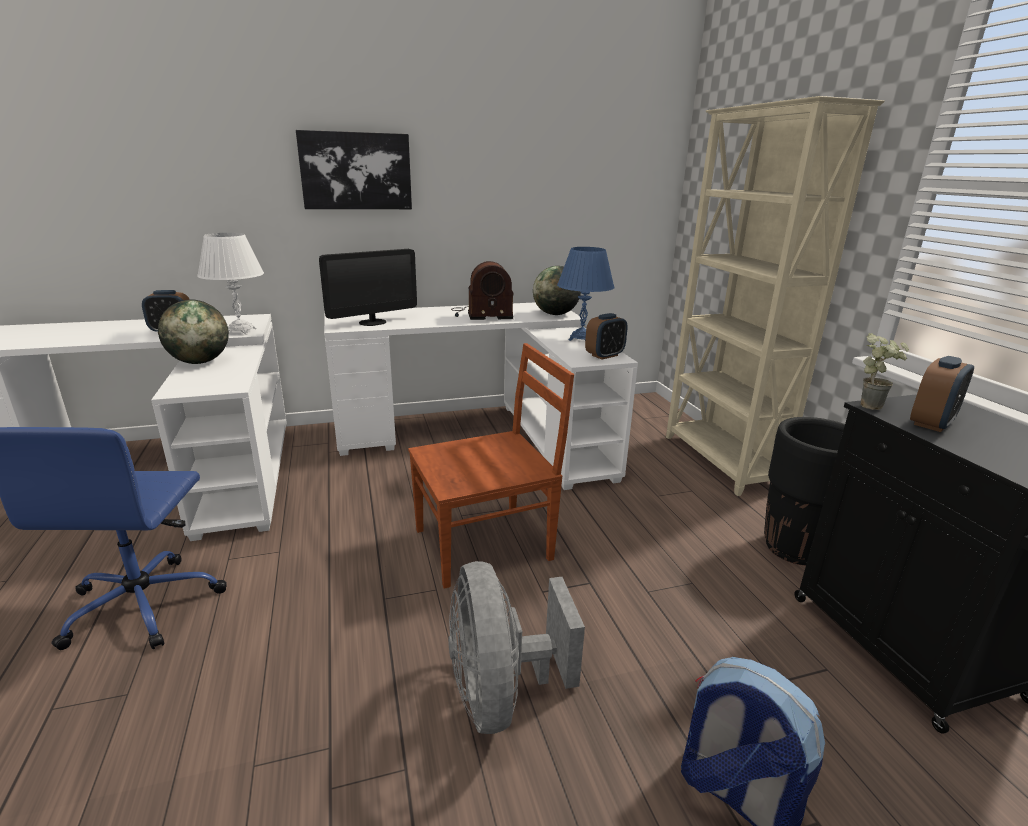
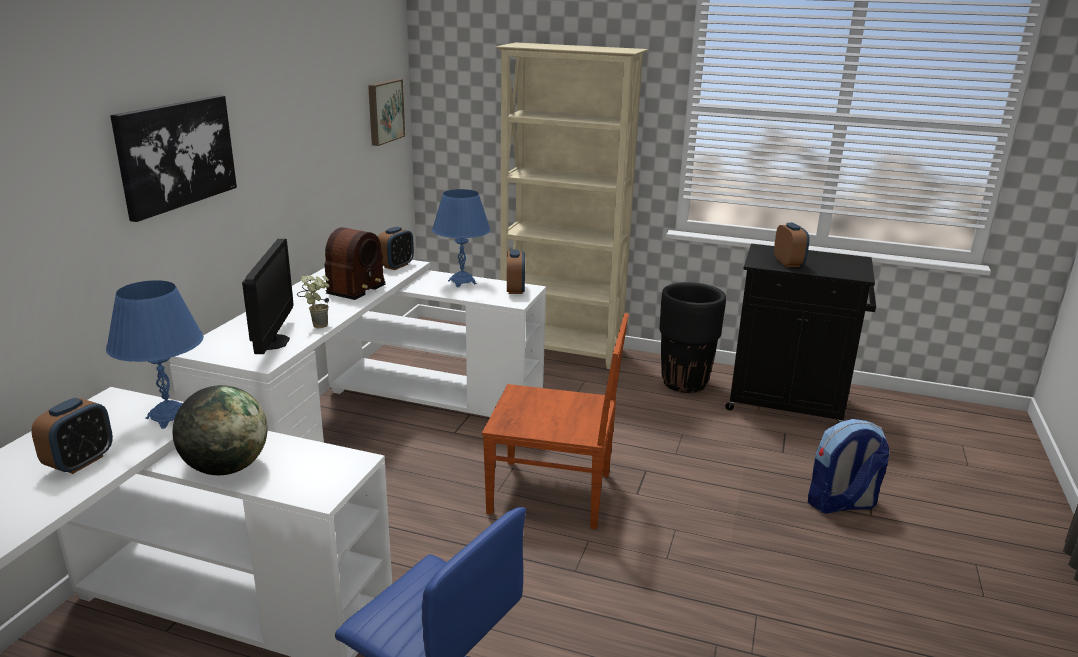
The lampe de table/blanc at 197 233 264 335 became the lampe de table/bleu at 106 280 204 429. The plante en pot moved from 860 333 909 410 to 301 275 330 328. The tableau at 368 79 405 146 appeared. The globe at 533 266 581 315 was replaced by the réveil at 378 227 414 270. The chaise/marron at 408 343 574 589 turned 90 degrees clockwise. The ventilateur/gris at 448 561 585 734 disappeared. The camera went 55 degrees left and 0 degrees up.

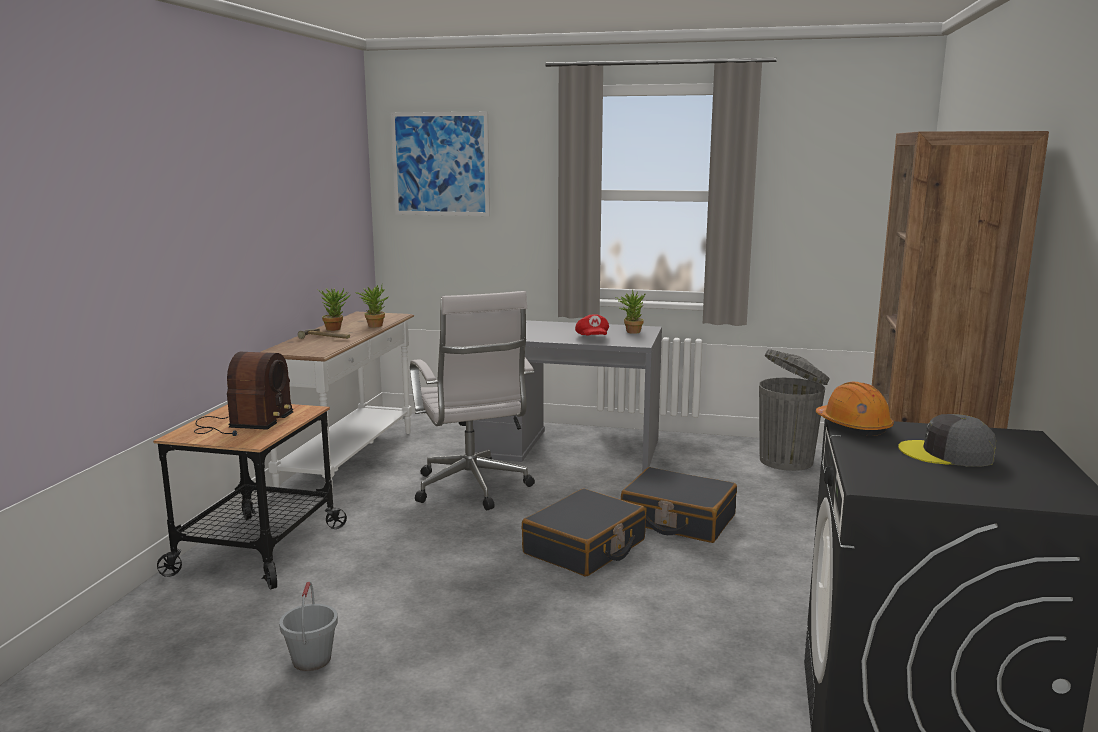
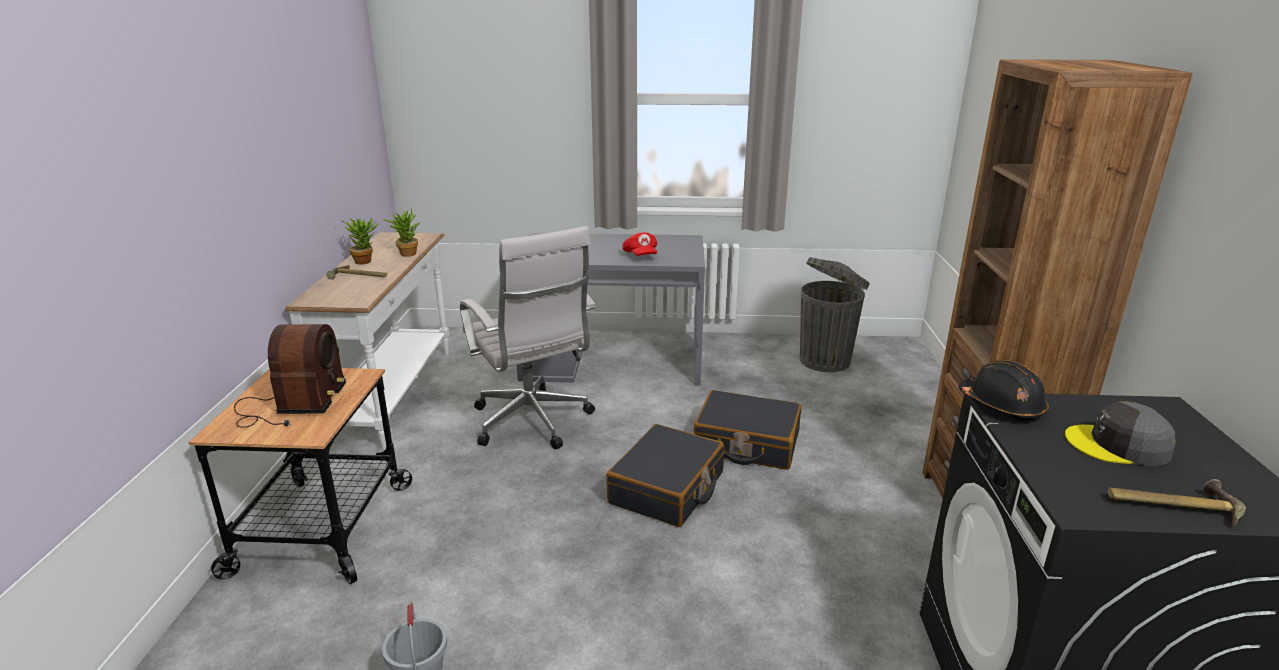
The casque de chantier/orange at 816 382 894 436 became the casque de chantier/noir at 959 360 1049 421. The marteau at 1108 479 1246 526 appeared. The tableau at 391 112 490 216 disappeared. The plante en pot at 615 289 646 334 disappeared. The camera went 10 degrees left and 10 degrees up.

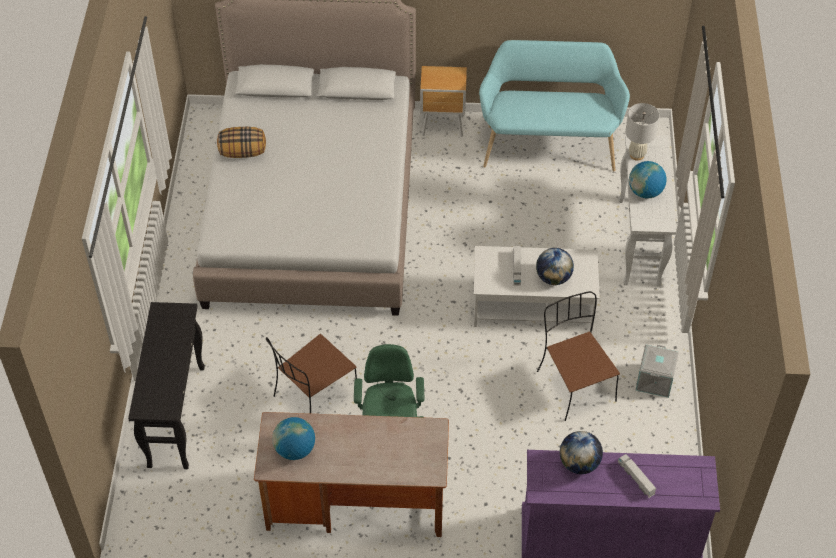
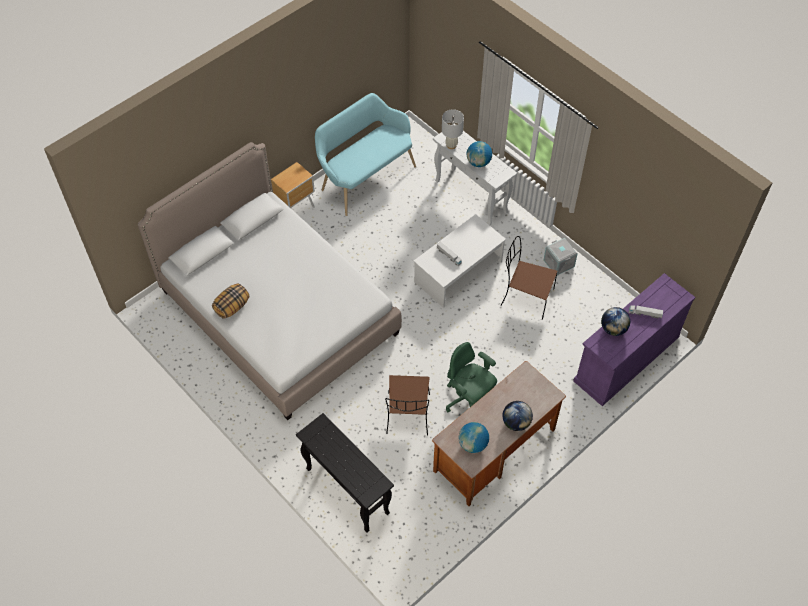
The globe moved from 536 248 574 285 to 502 401 533 431. The camera went 45 degrees left and 5 degrees up.

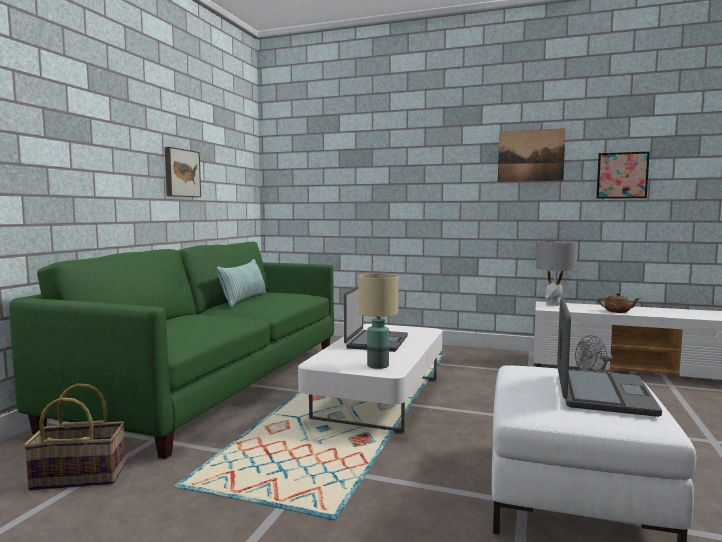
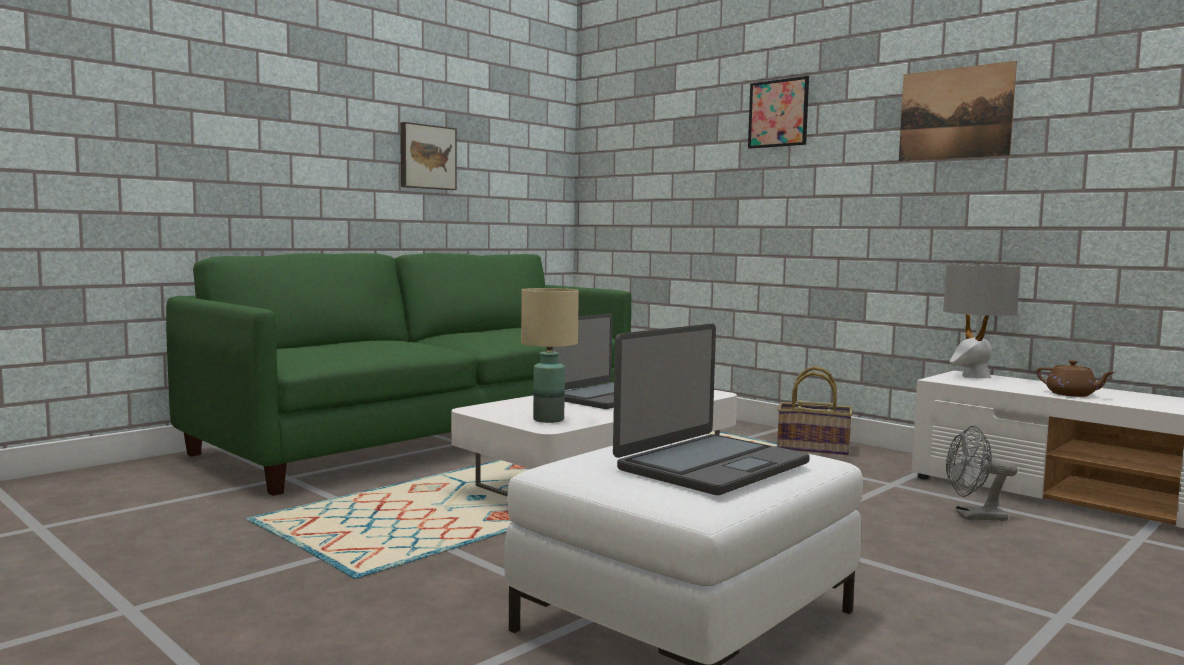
The tableau moved from 596 152 650 199 to 748 76 809 149. The panier moved from 23 383 126 490 to 777 366 852 455. The coussin at 216 259 266 307 disappeared. The camera went 25 degrees right and 0 degrees up.

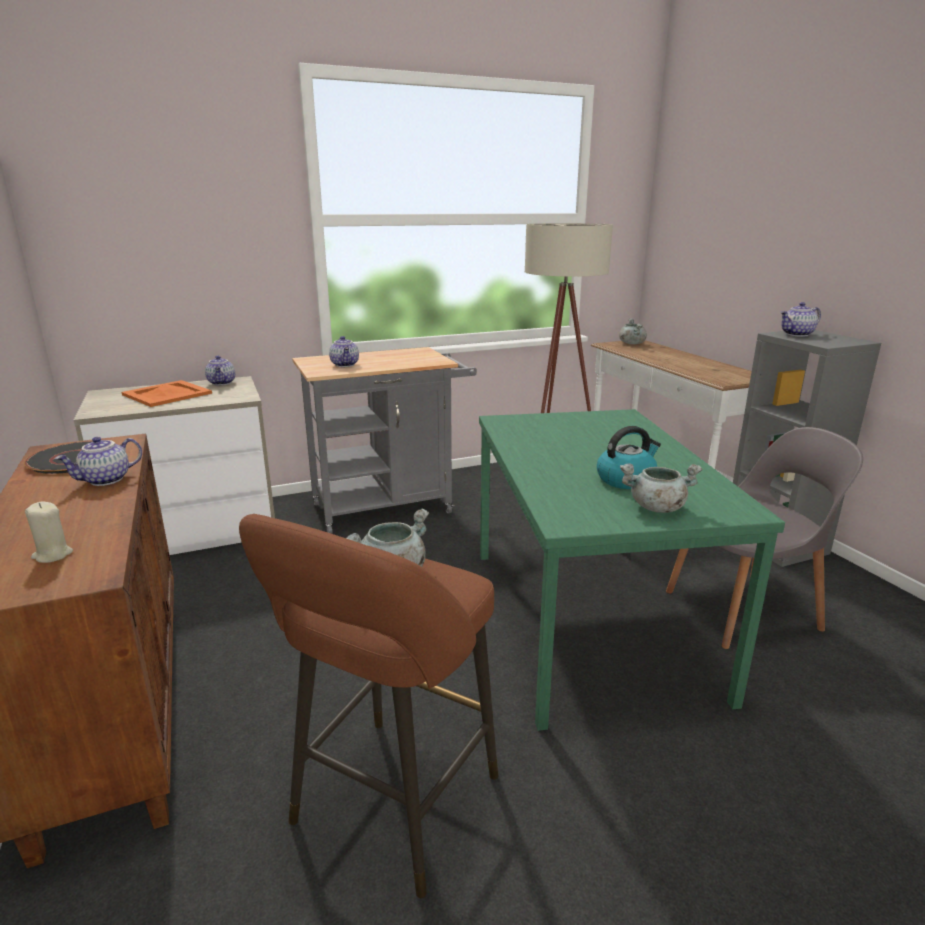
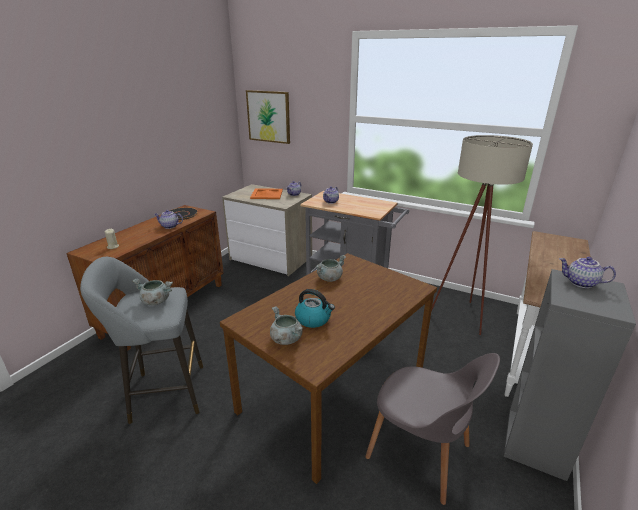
The tabouret/marron at 239 514 498 898 became the tabouret/gris at 80 257 203 424. The table à manger/vert at 479 409 785 731 became the table à manger/marron at 220 253 437 484. The tableau at 246 90 290 144 appeared. The marmite/gris moved from 619 318 647 344 to 315 255 346 282. The camera went 50 degrees right and 5 degrees up.

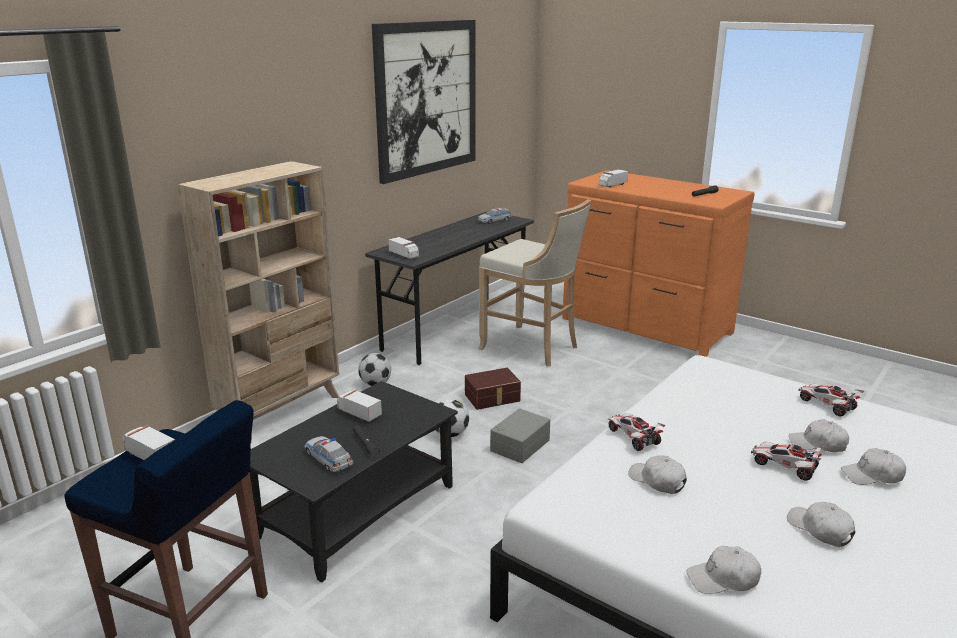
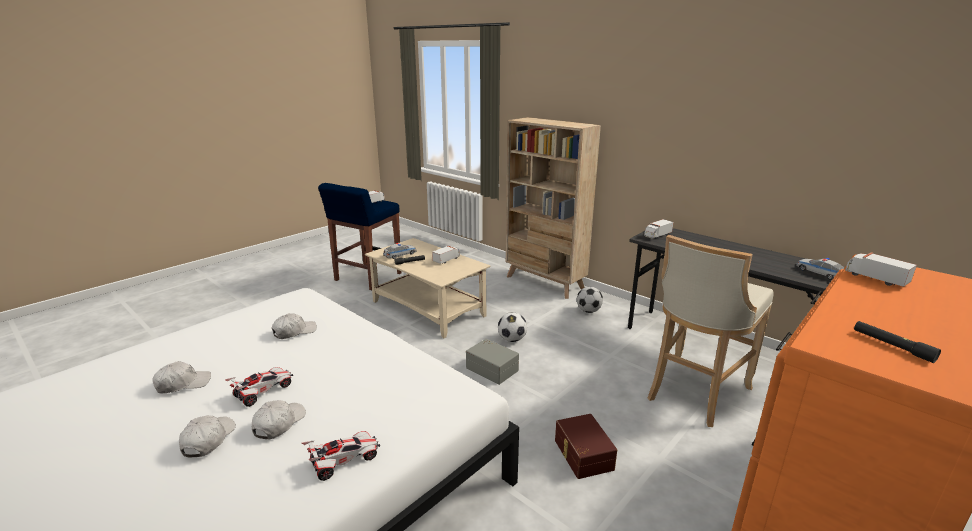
The table basse/noir at 249 381 458 583 became the table basse/beige at 365 238 490 338. The boîte de rangement/marron moved from 465 368 521 410 to 555 414 617 479. The tableau at 372 20 476 184 disappeared. The petite voiture at 608 413 665 451 disappeared. The casquette/blanc at 687 546 761 594 disappeared. The camera went 95 degrees right and 0 degrees up.

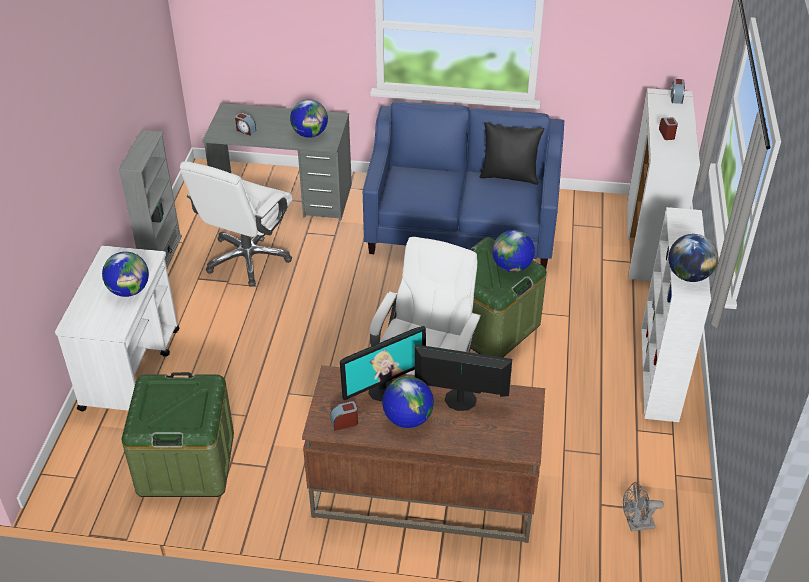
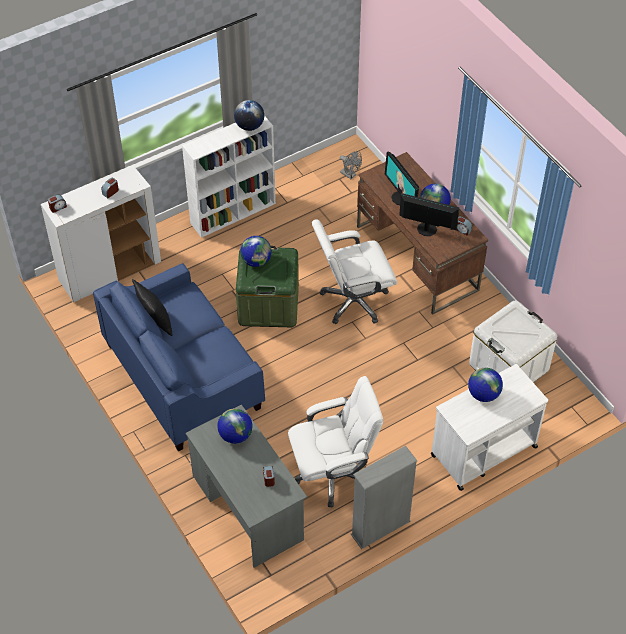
The boîte de rangement/vert at 122 372 234 497 became the boîte de rangement/blanc at 469 301 557 382. The camera went 130 degrees left and 10 degrees up.

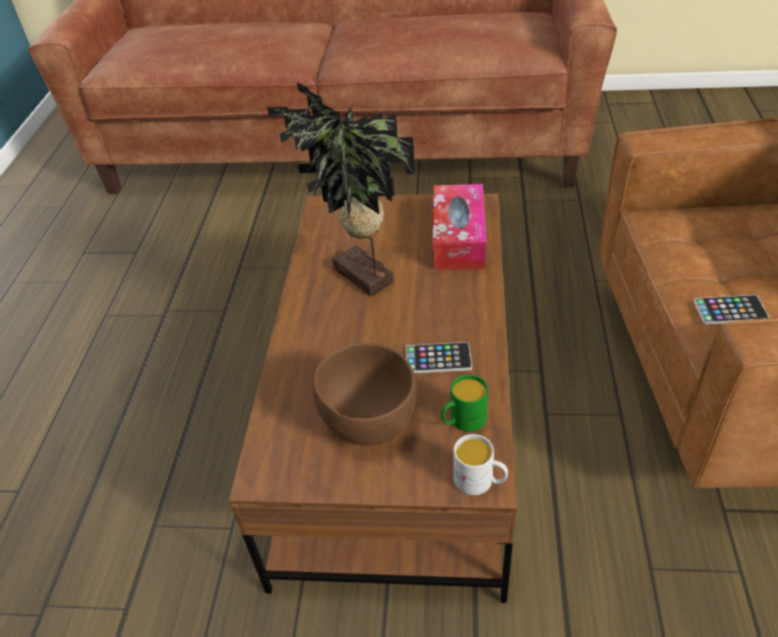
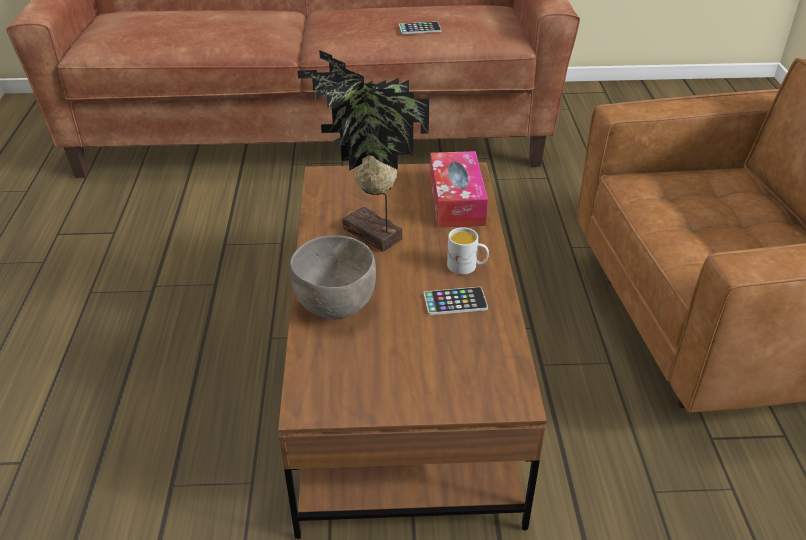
The bol/gris at 290 235 376 320 appeared. The téléphone moved from 693 295 770 325 to 399 22 441 34. The mug/blanc moved from 453 434 508 495 to 447 227 489 275. The bol/marron at 313 343 417 446 disappeared. The mug/vert at 441 374 488 432 disappeared. The camera went 10 degrees left and 5 degrees down.

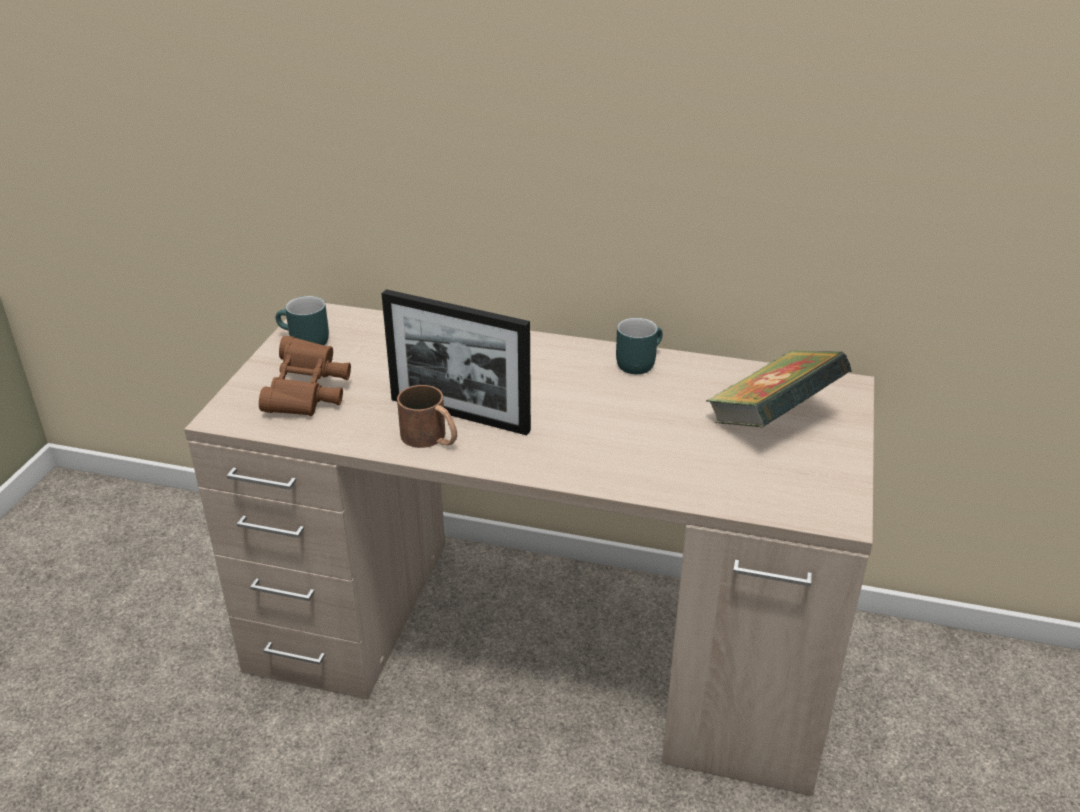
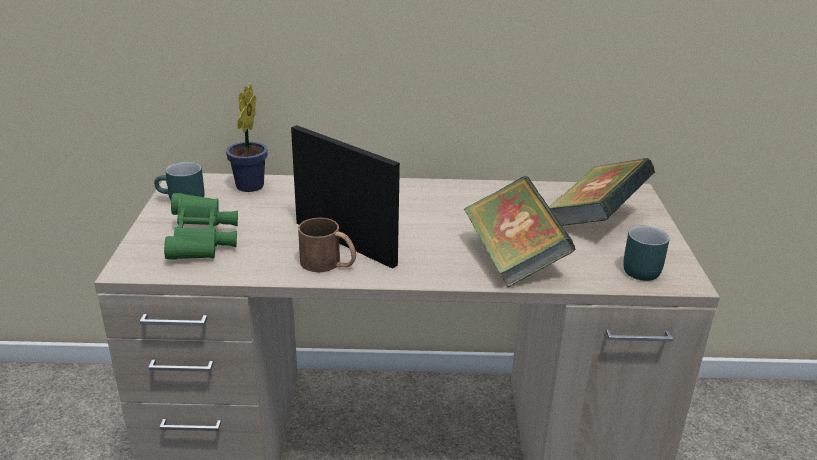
The jumelles/marron at 259 336 351 416 became the jumelles/vert at 164 193 238 260. The plante en pot at 226 84 268 192 appeared. The cadre photo at 381 289 531 435 turned 150 degrees counterclockwise. The livre at 463 176 575 288 appeared. The mug/turquoise moved from 616 318 663 374 to 624 225 670 281. The camera went 15 degrees left and 5 degrees down.

